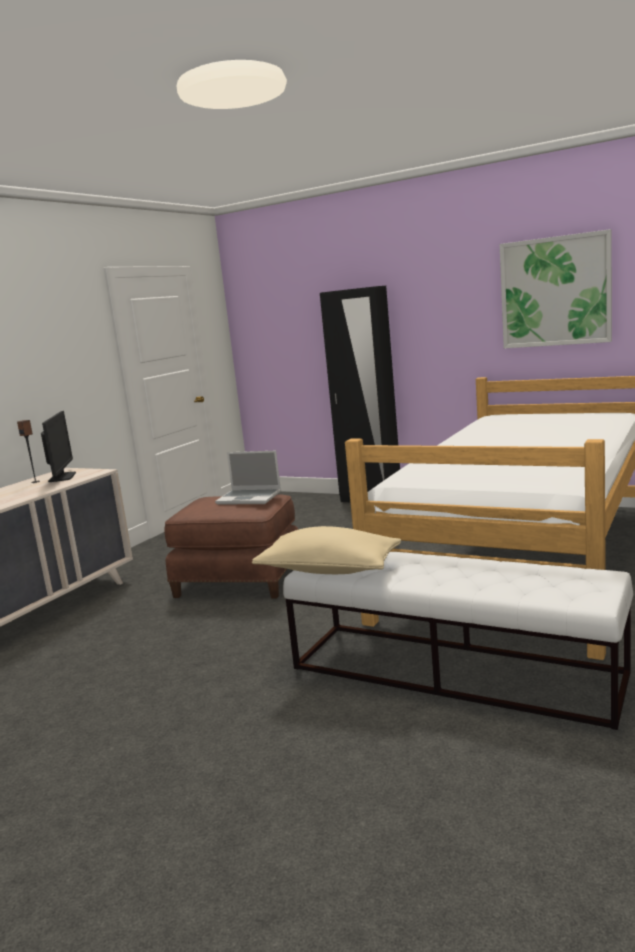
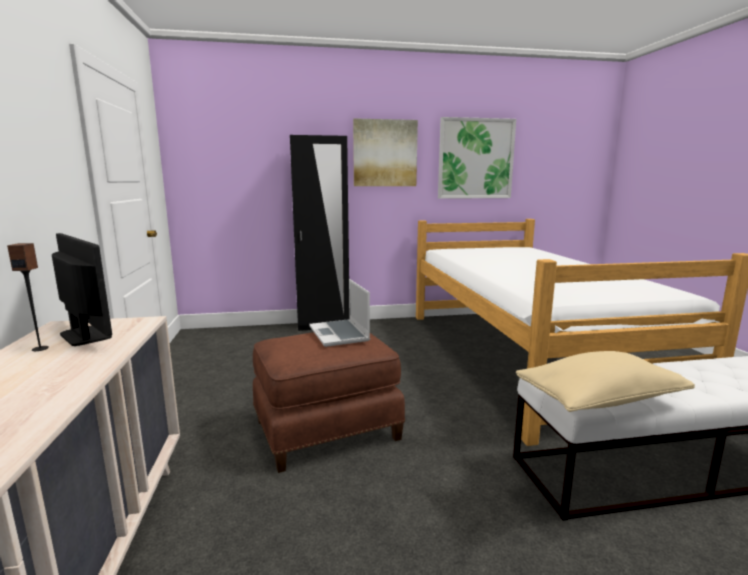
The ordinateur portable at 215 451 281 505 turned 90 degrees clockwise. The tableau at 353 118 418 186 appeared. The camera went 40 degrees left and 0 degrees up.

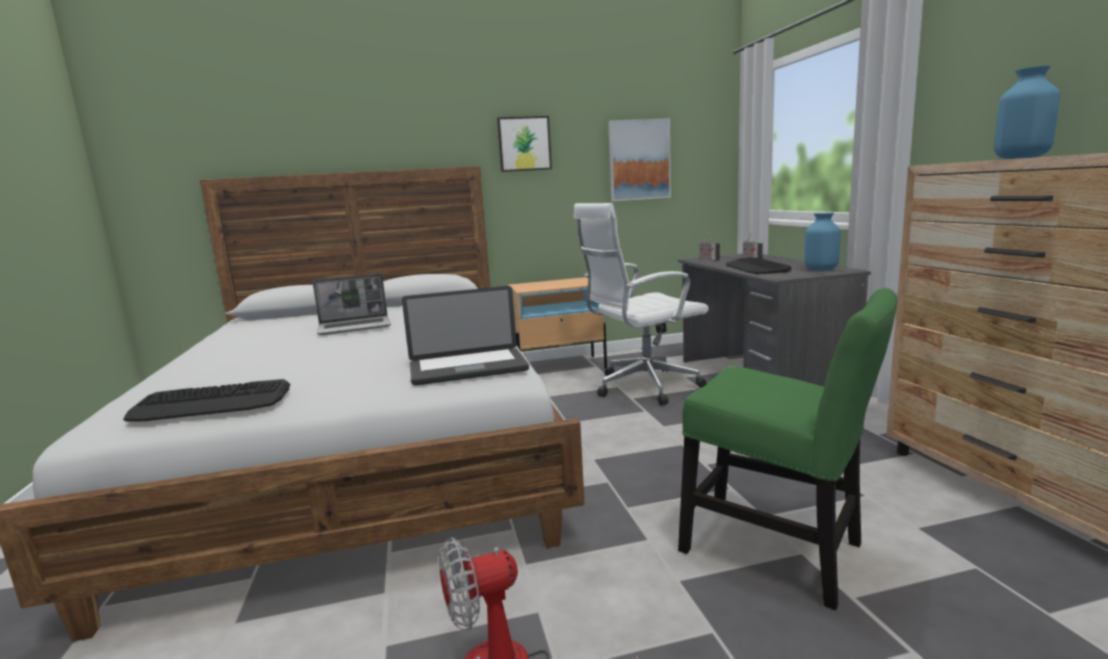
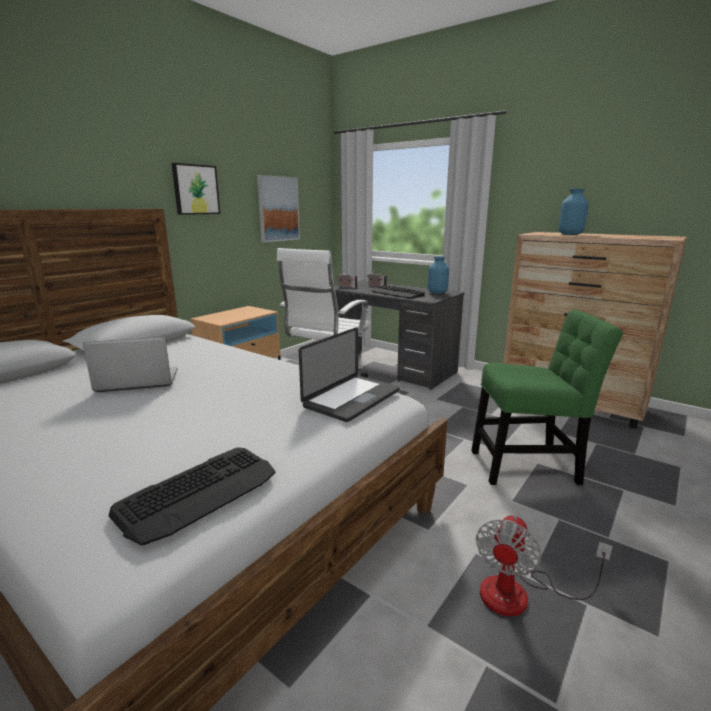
The ordinateur portable at 312 274 391 335 turned 135 degrees counterclockwise. The camera went 40 degrees left and 5 degrees up.

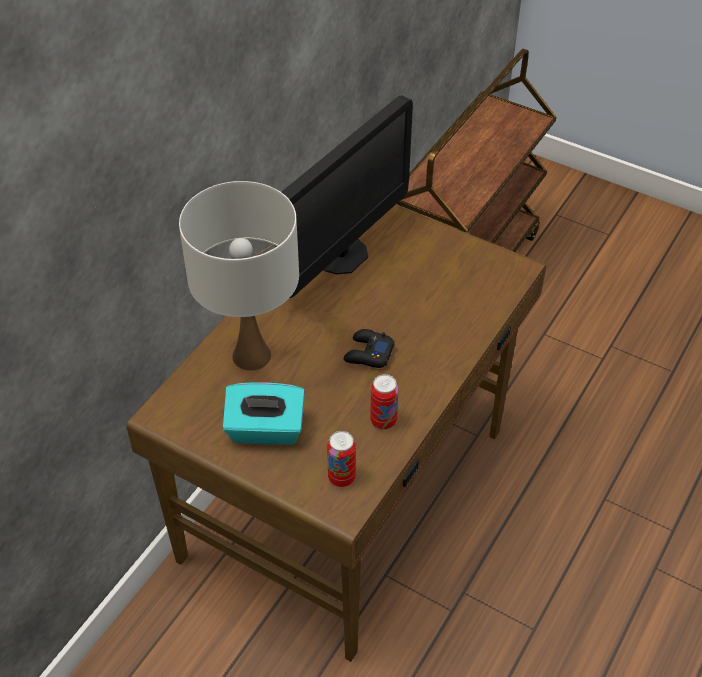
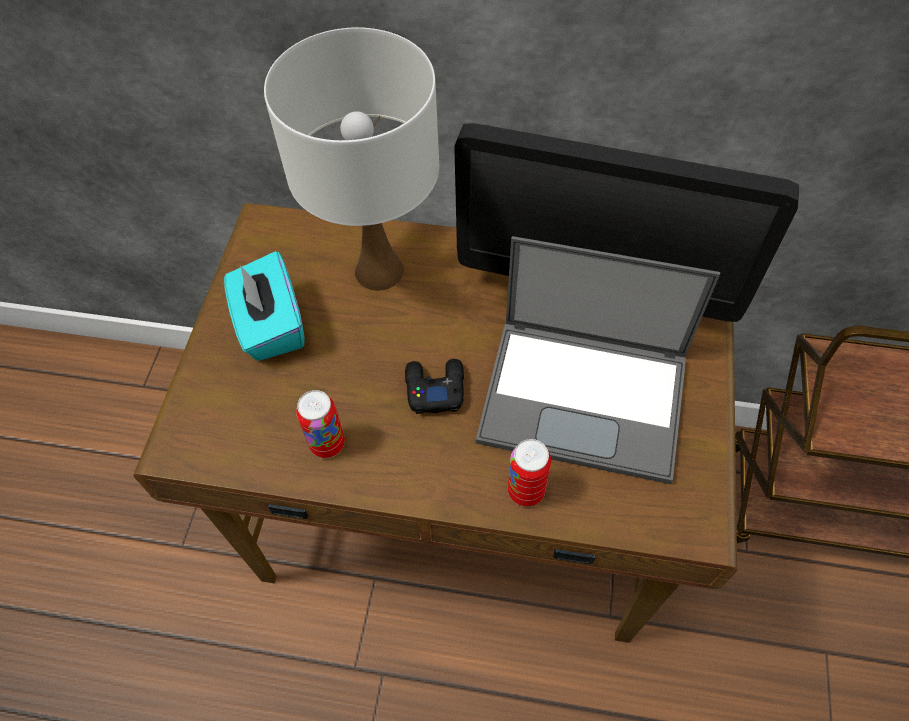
The ordinateur portable at 476 236 720 484 appeared. The boîte métallique moved from 327 431 356 487 to 508 439 551 507. The camera went 70 degrees right and 10 degrees up.

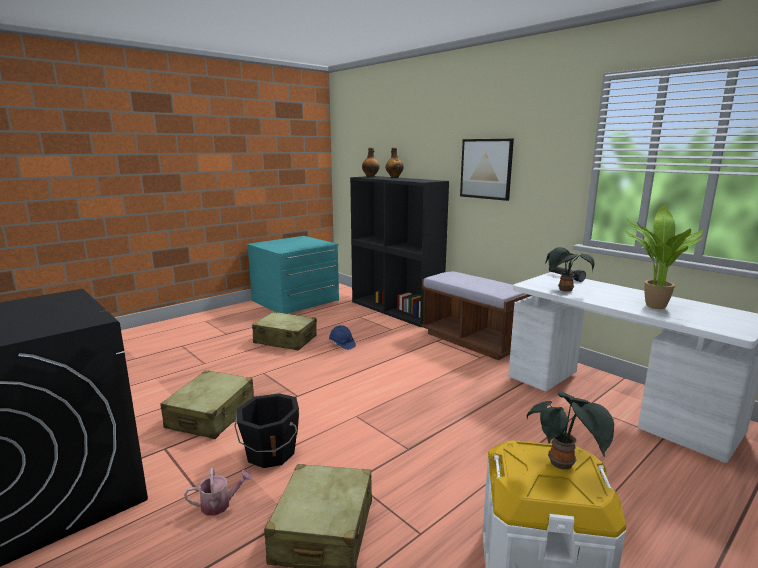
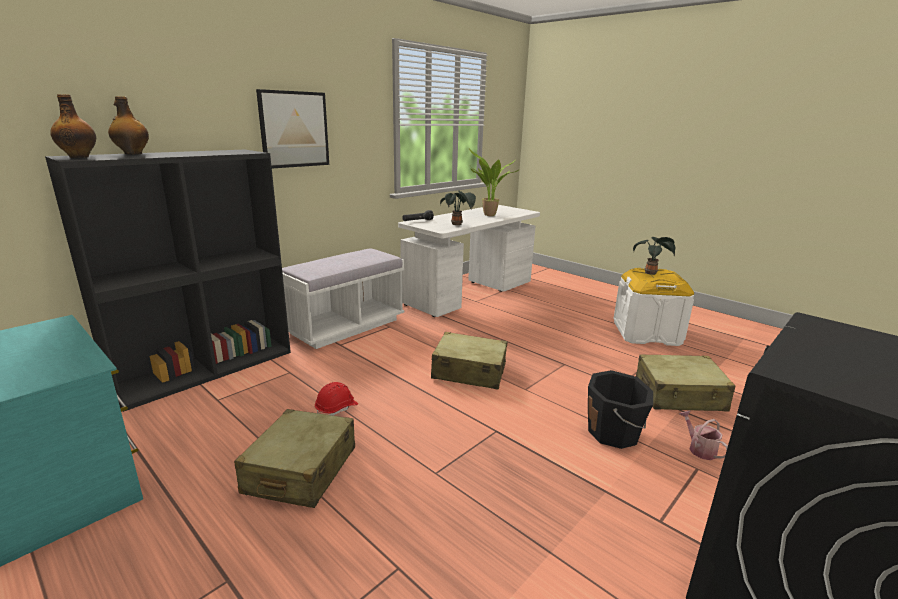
The banc/marron at 421 271 532 360 became the banc/blanc at 282 248 405 349. The casque de chantier/bleu at 329 325 356 350 became the casque de chantier/rouge at 315 382 358 416. The valise/beige moved from 160 370 254 439 to 431 332 507 389. The camera went 95 degrees left and 5 degrees up.

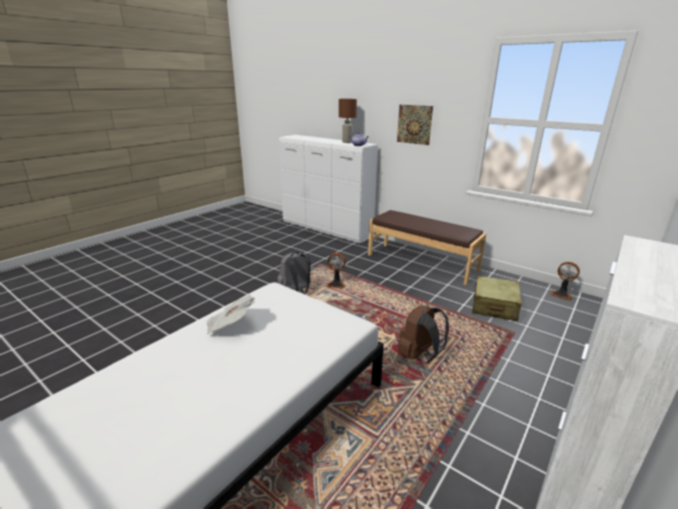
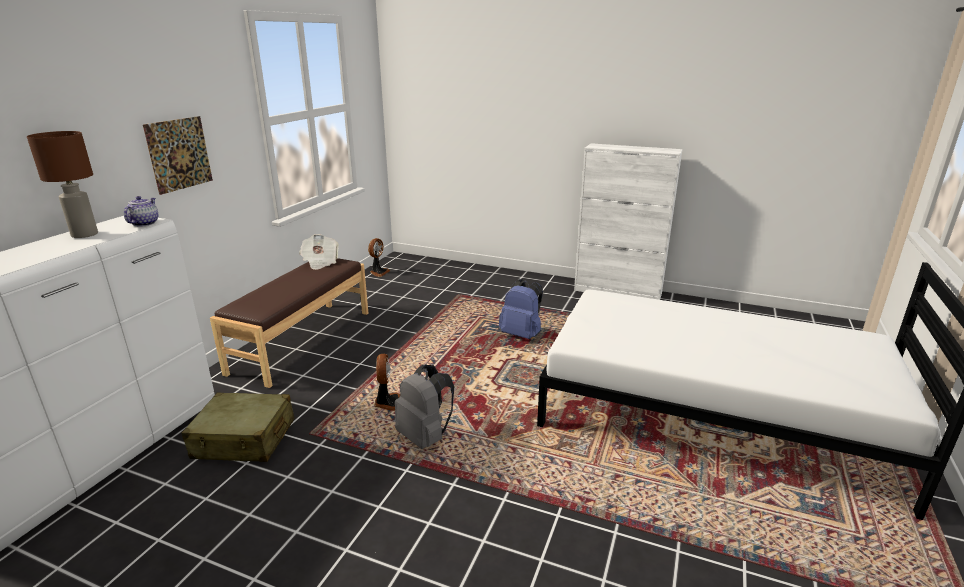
The valise/beige moved from 472 276 522 321 to 182 393 294 462. The journal moved from 207 295 255 334 to 299 234 339 270. The sac à dos/marron at 398 305 449 363 became the sac à dos/bleu at 499 279 543 339. The camera went 105 degrees left and 0 degrees up.

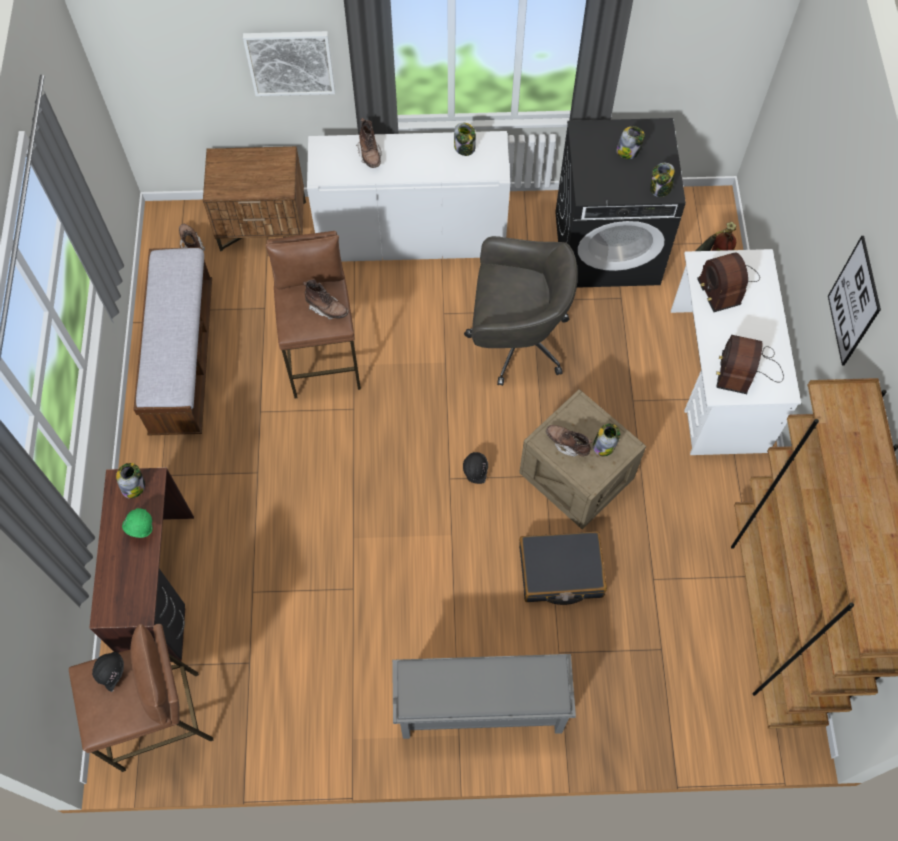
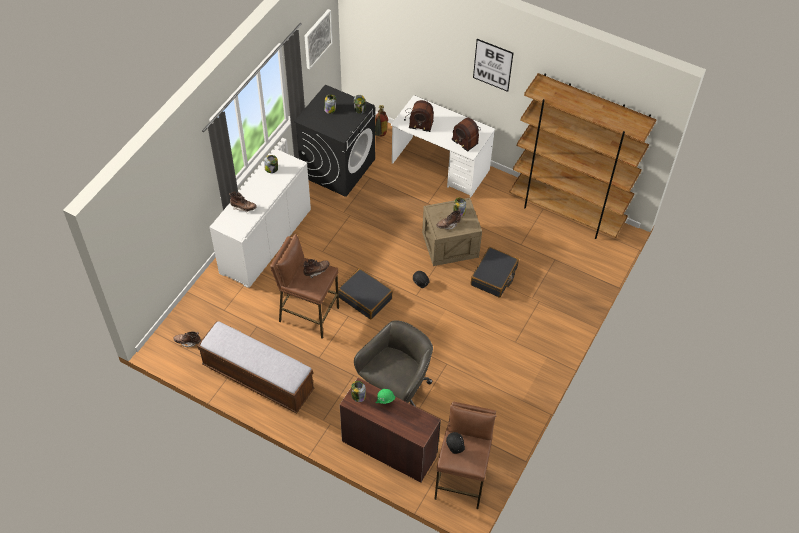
The tableau moved from 243 31 335 96 to 305 9 332 69. The valise/noir at 338 268 393 320 appeared. The chaise de bureau/gris moved from 464 236 578 386 to 354 320 433 407. The table de chevet/marron at 203 146 306 251 disappeared. The étagère à chaussures/gris at 392 654 576 739 disappeared. The camera went 60 degrees left and 10 degrees down.

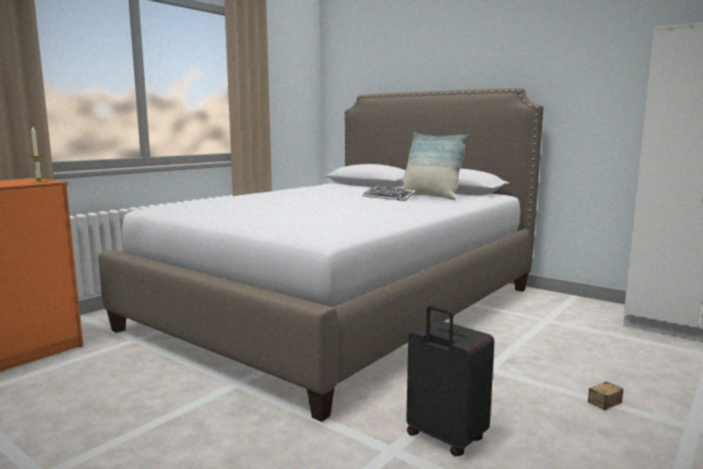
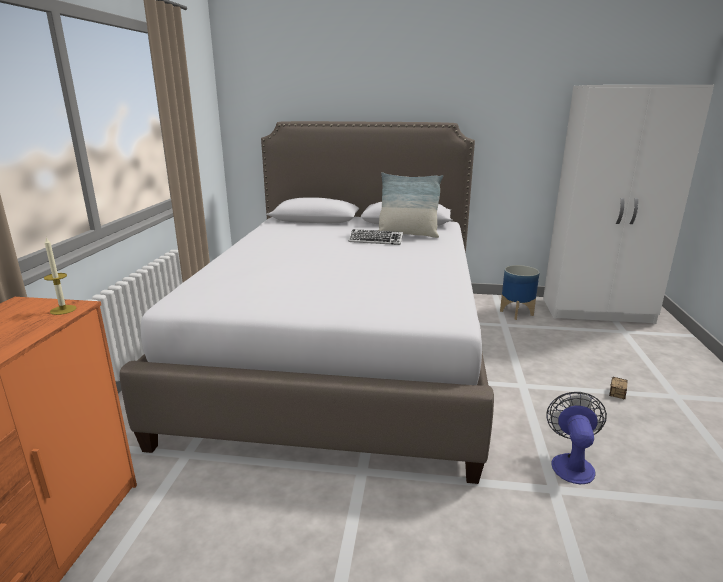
The cache-pot at 500 265 540 320 appeared. The valise/noir at 406 305 494 456 was replaced by the ventilateur at 546 392 607 484. The camera went 30 degrees left and 10 degrees up.

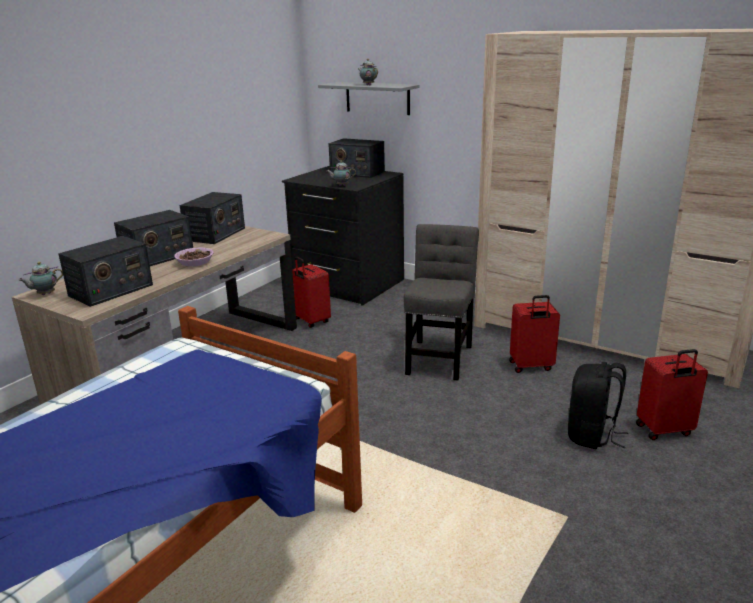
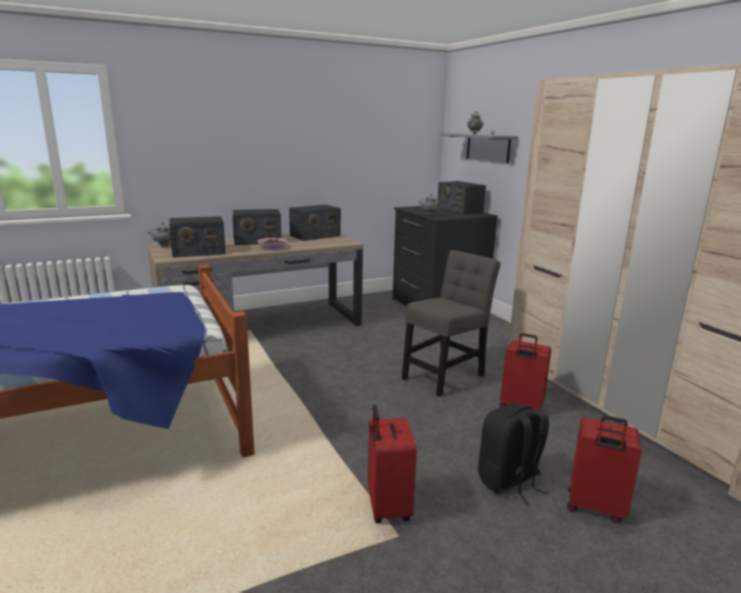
The valise/rouge moved from 292 256 331 328 to 368 405 417 523. The camera went 30 degrees right and 5 degrees down.

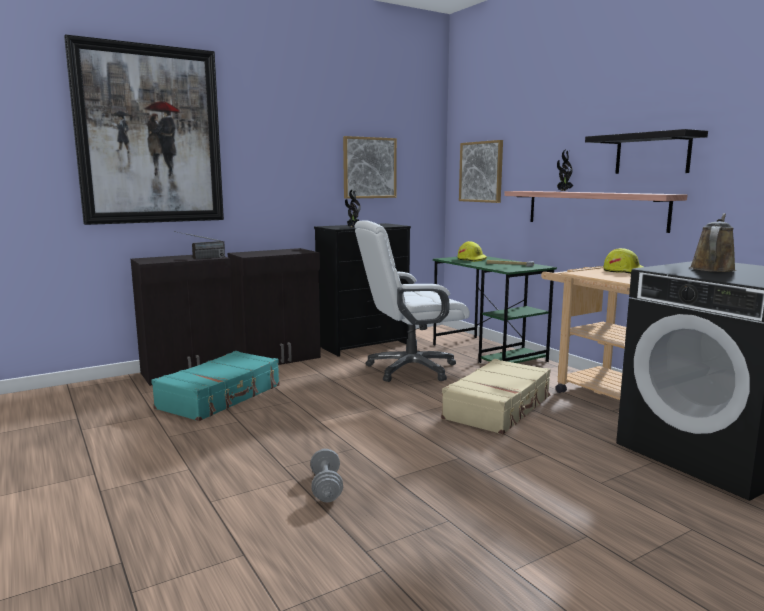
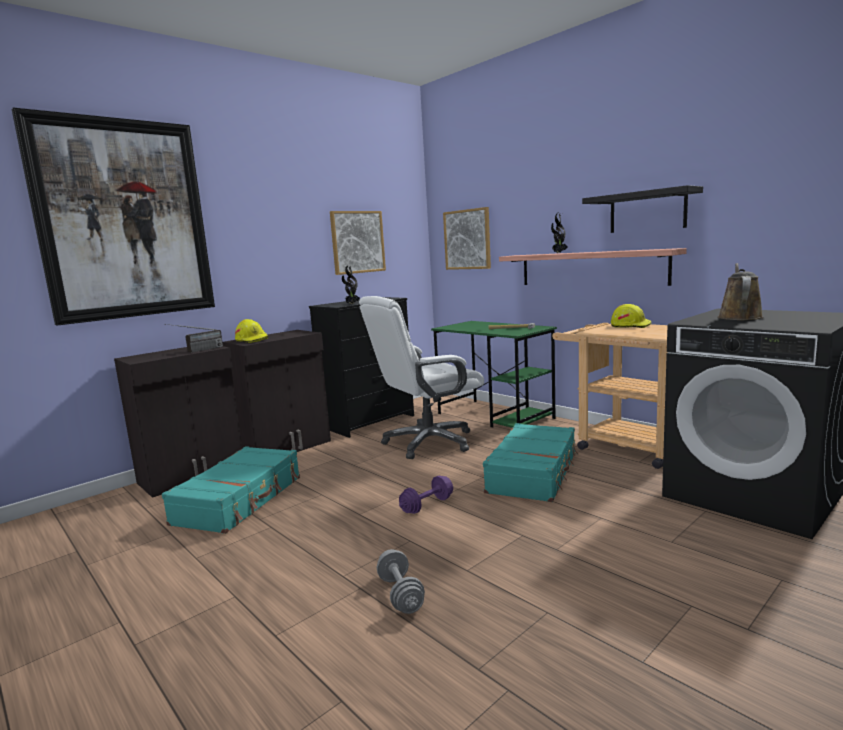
The casque de chantier/jaune moved from 457 241 487 262 to 235 319 269 343. The haltère/violet at 399 476 453 514 appeared. The valise/beige at 441 359 551 435 became the valise/turquoise at 483 423 578 502. The camera went 10 degrees left and 0 degrees up.

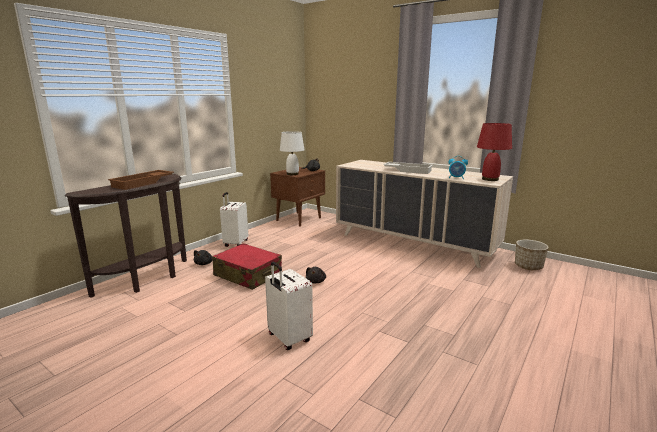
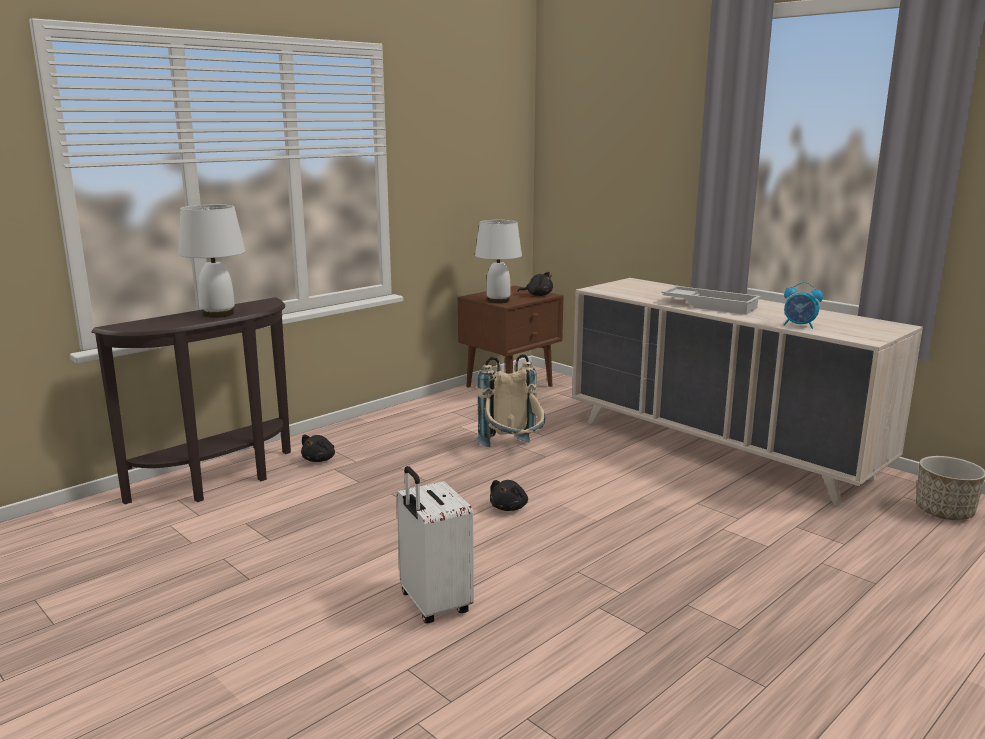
The plateau/marron at 108 170 174 190 was replaced by the lampe de table/blanc at 178 205 245 318. The sac à dos/beige at 475 354 545 447 appeared. The valise/rouge at 212 243 282 290 disappeared. The valise/blanc at 220 192 248 247 disappeared. The lampe de table/rouge at 477 123 512 181 disappeared. The camera went 10 degrees right and 0 degrees up.

